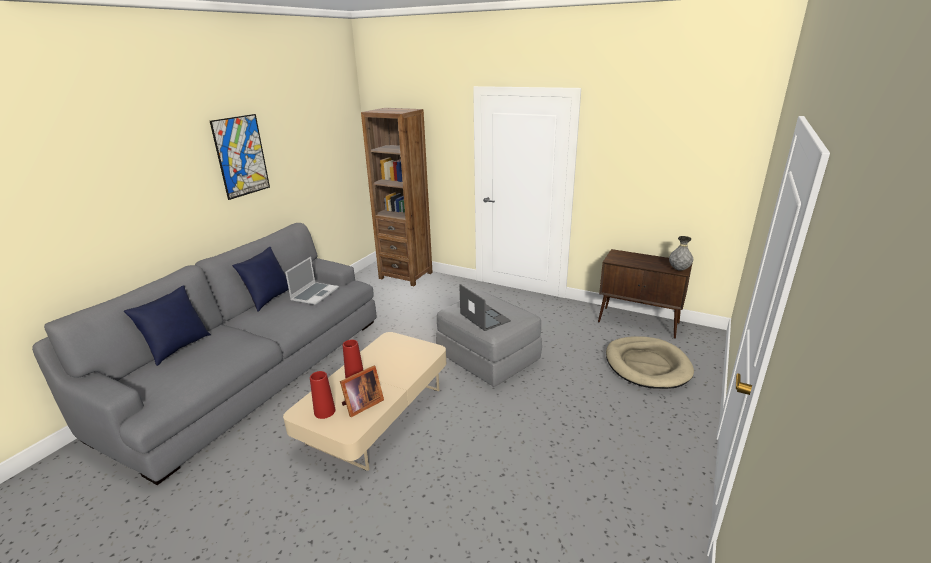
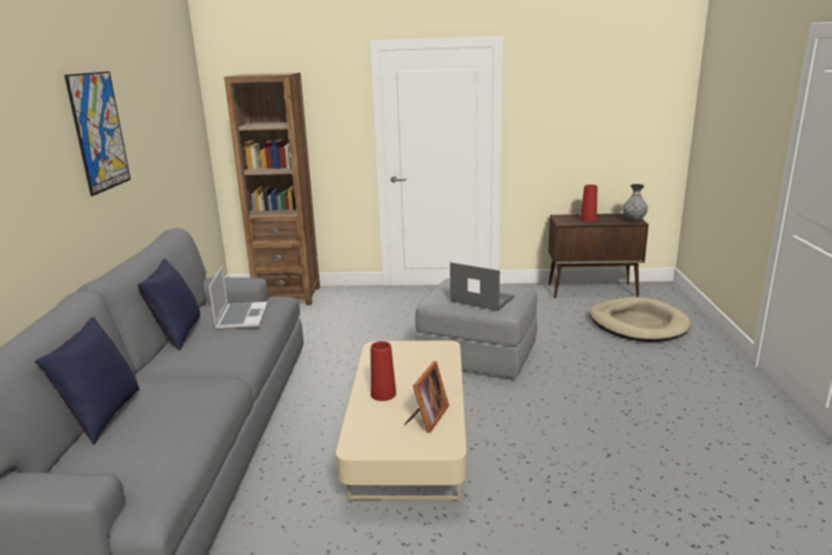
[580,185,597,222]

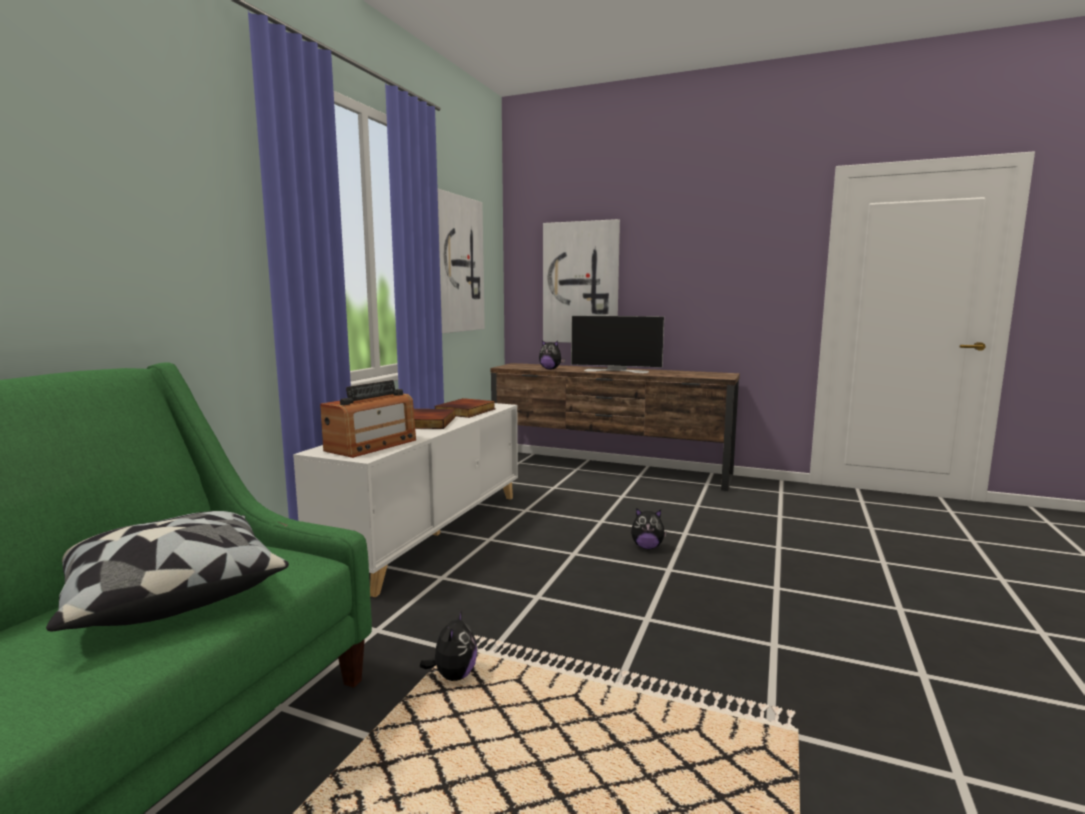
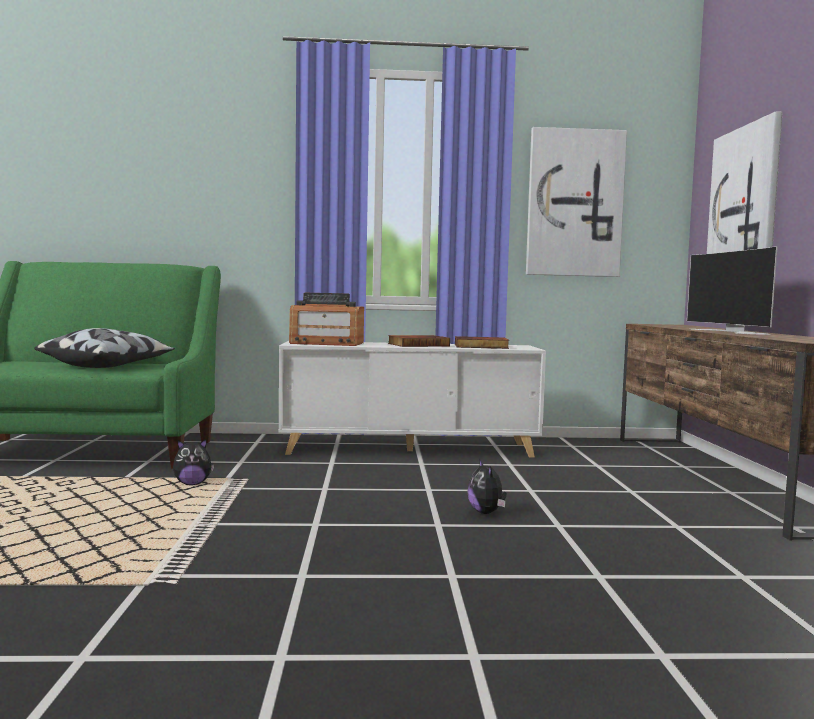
[539,340,565,370] (first image)

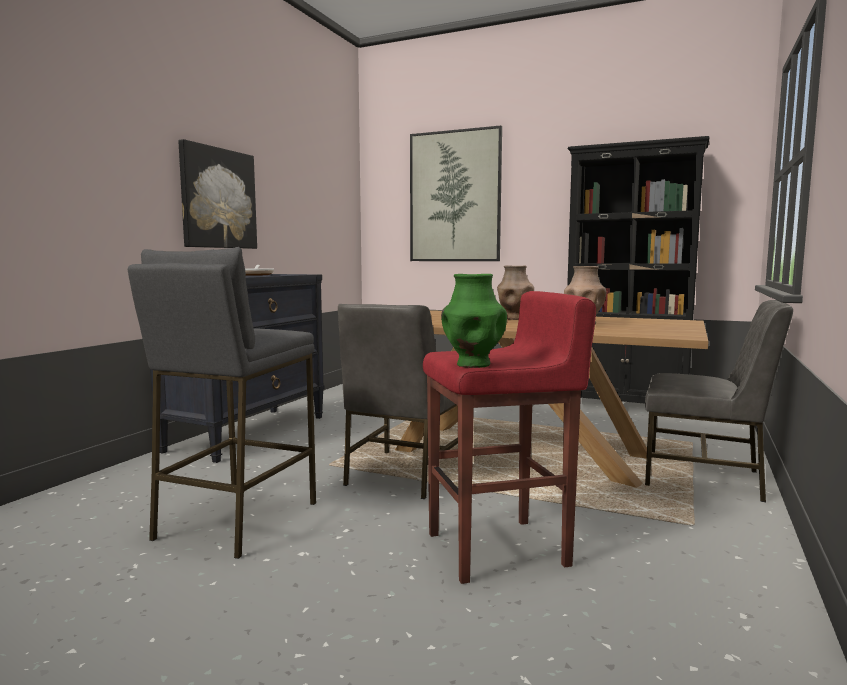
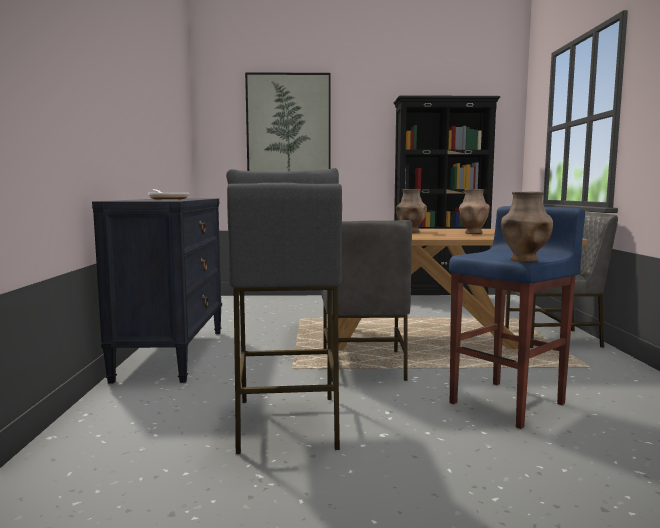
[178,139,257,249] (first image)
[449,206,585,429]
[501,191,553,262]

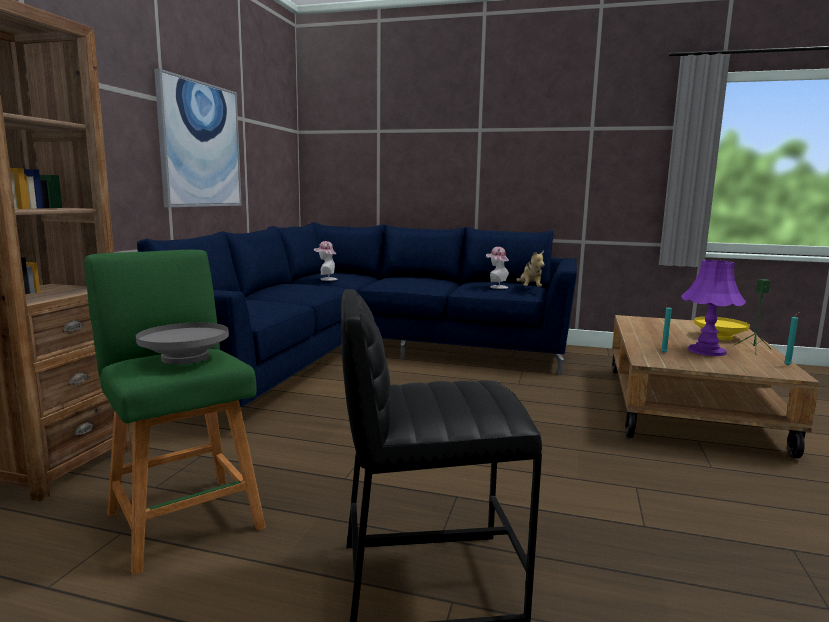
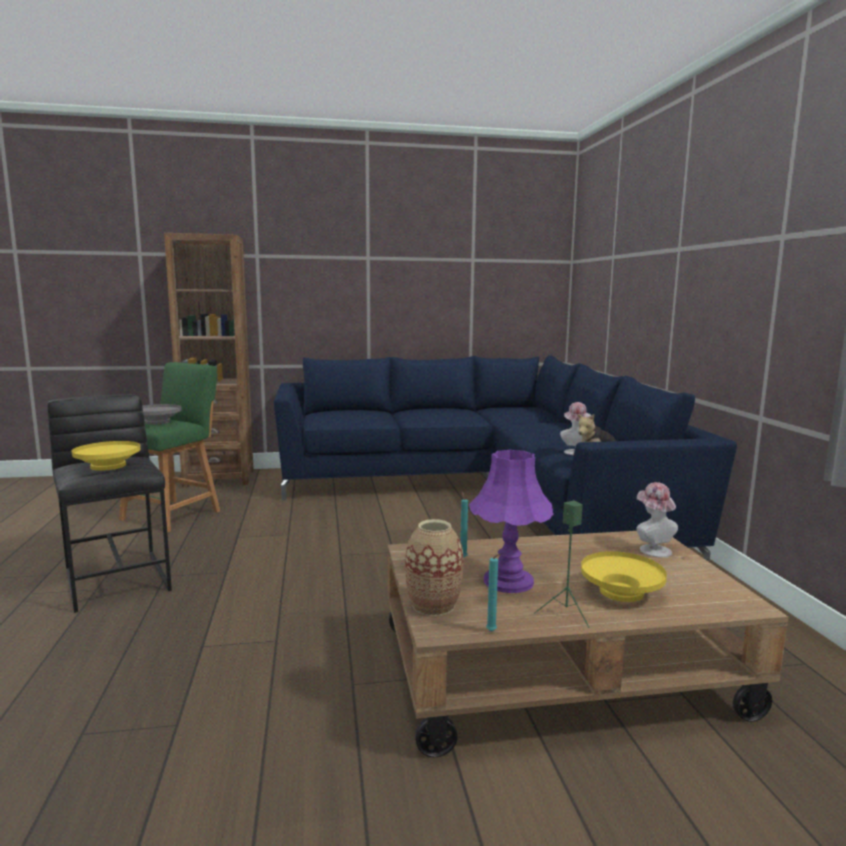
[154,69,242,207] (first image)
[72,441,140,471]
[405,519,463,616]
[636,482,678,558]

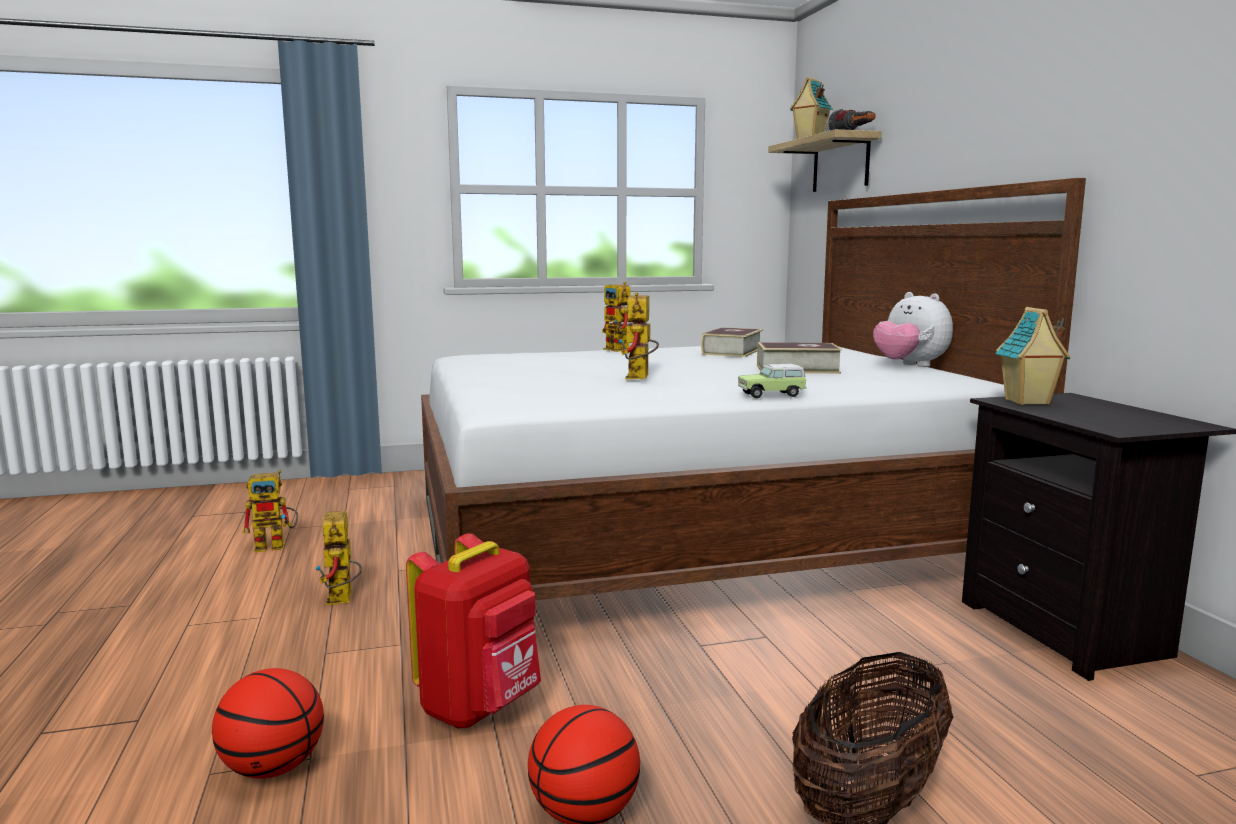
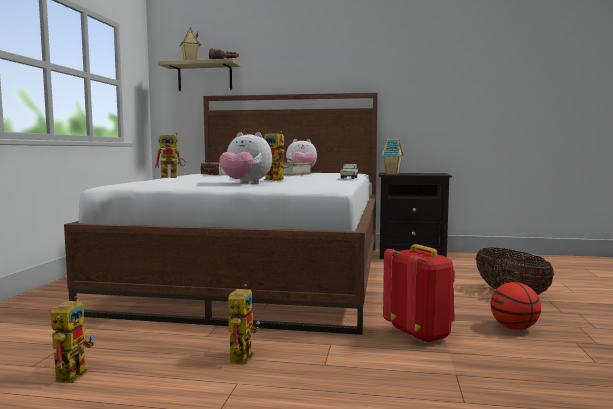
[212,668,324,779] (first image)
[219,132,272,184]
[228,284,260,364]

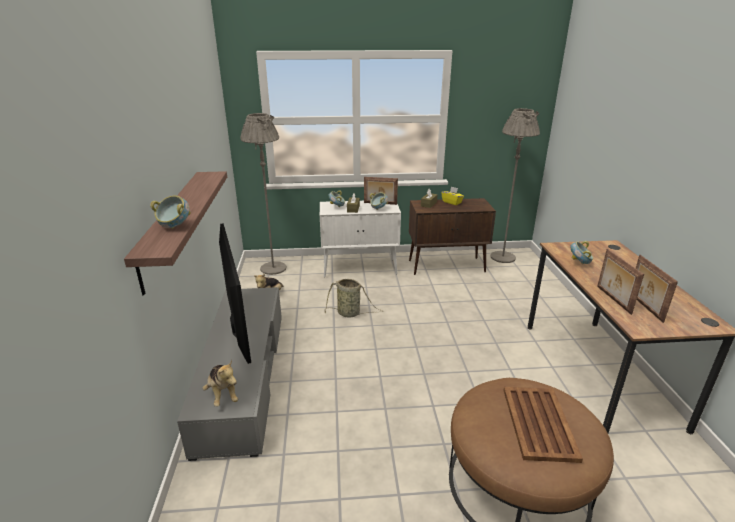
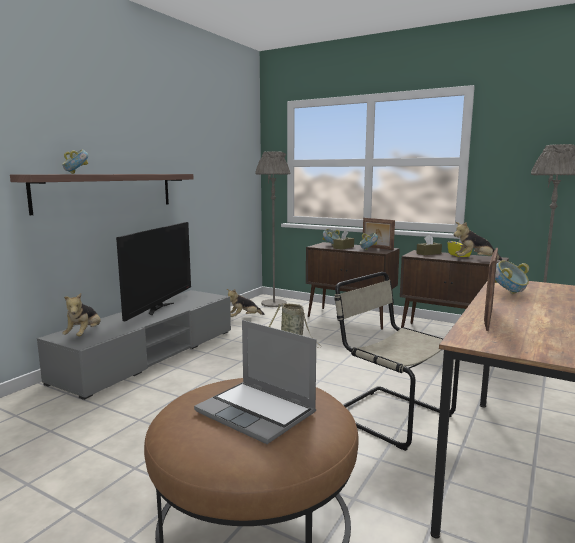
[636,255,678,323] (first image)
[334,272,460,451]
[454,222,502,261]
[194,320,316,444]
[306,242,400,330]

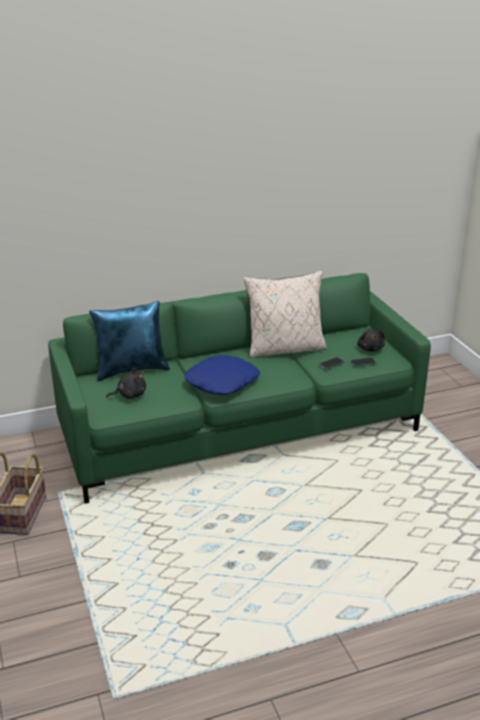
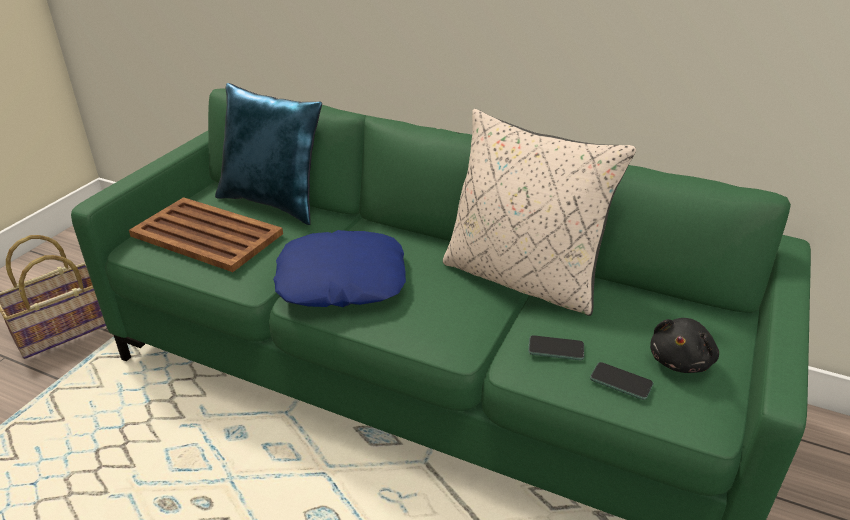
[129,197,283,272]

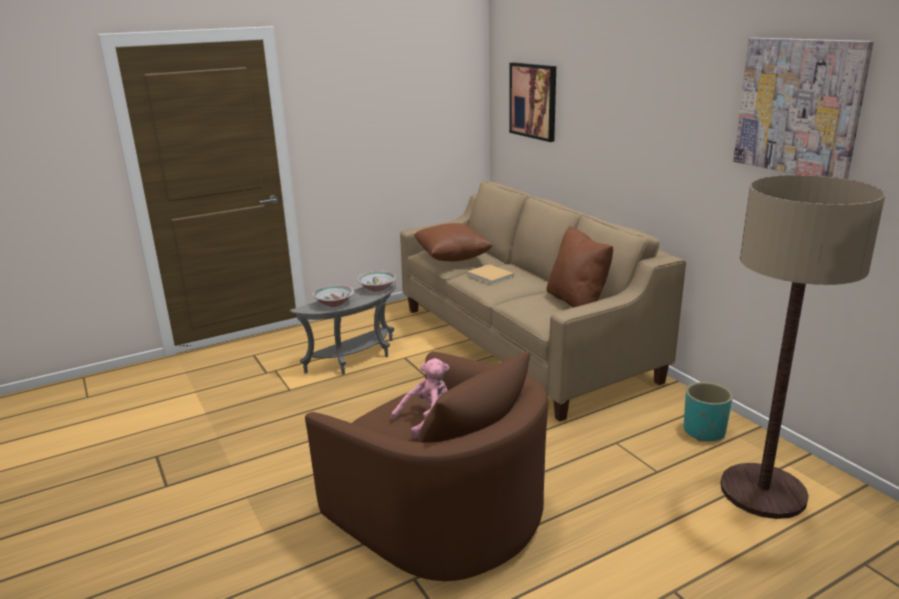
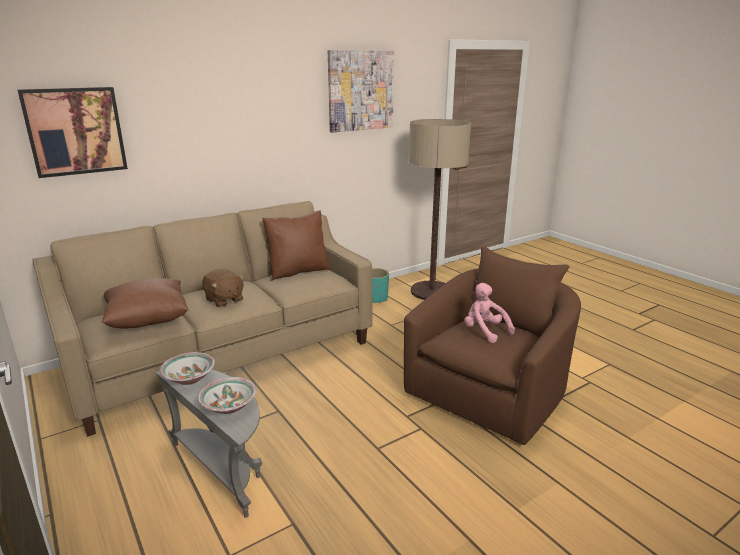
[202,269,244,307]

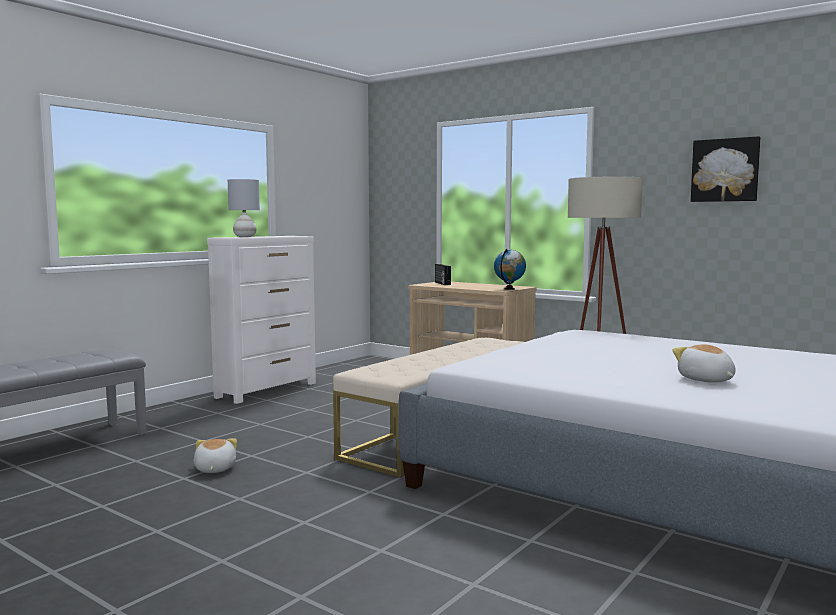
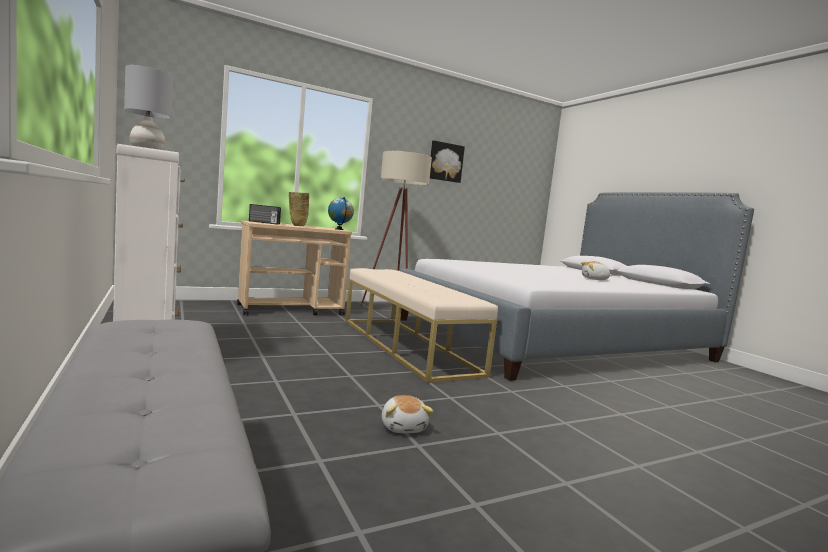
[289,192,309,226]
[382,395,434,433]

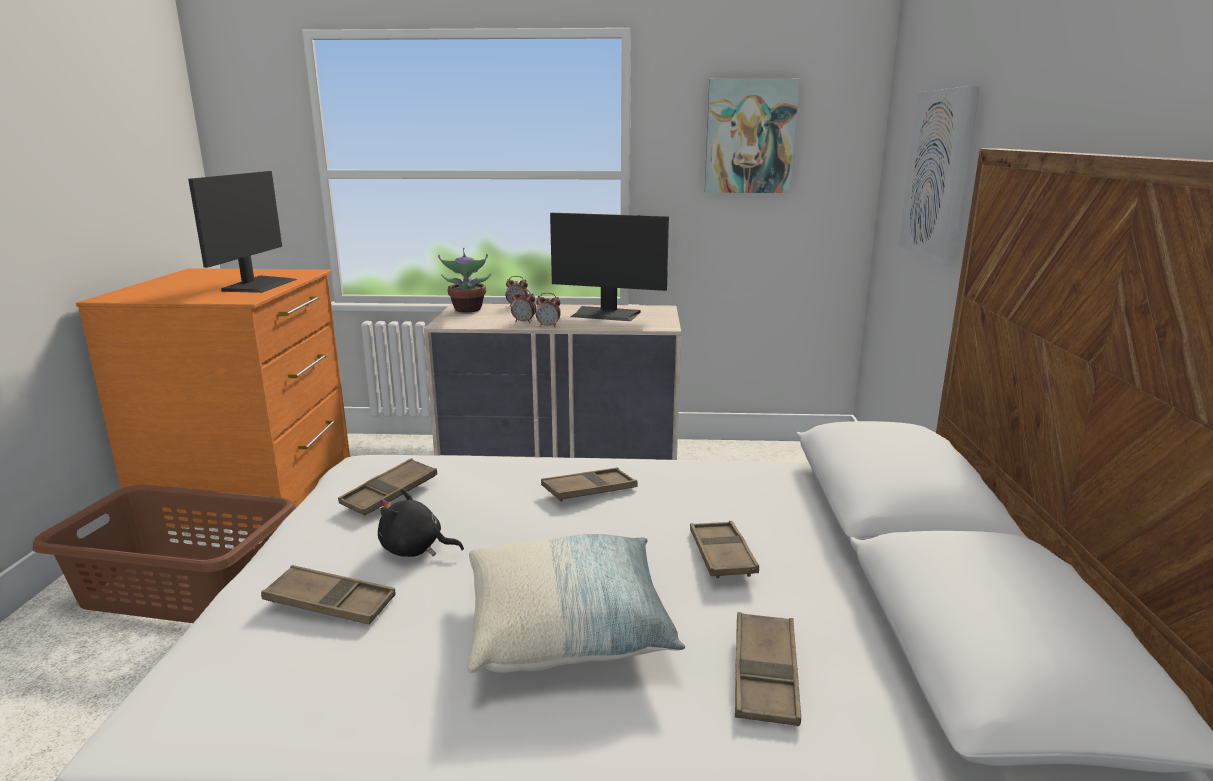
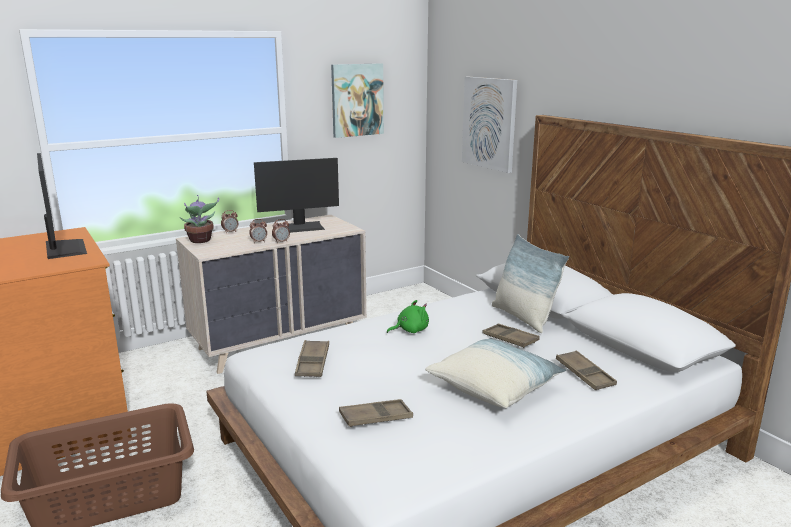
[378,489,464,557] (first image)
[492,234,569,333]
[387,300,429,333]

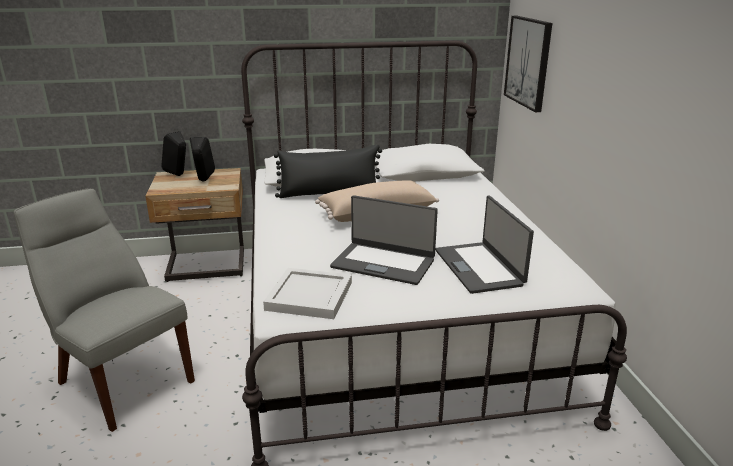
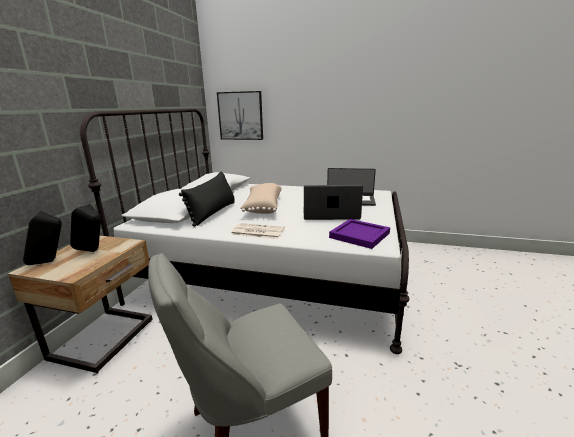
[230,223,285,239]
[329,219,390,249]
[303,185,363,220]

